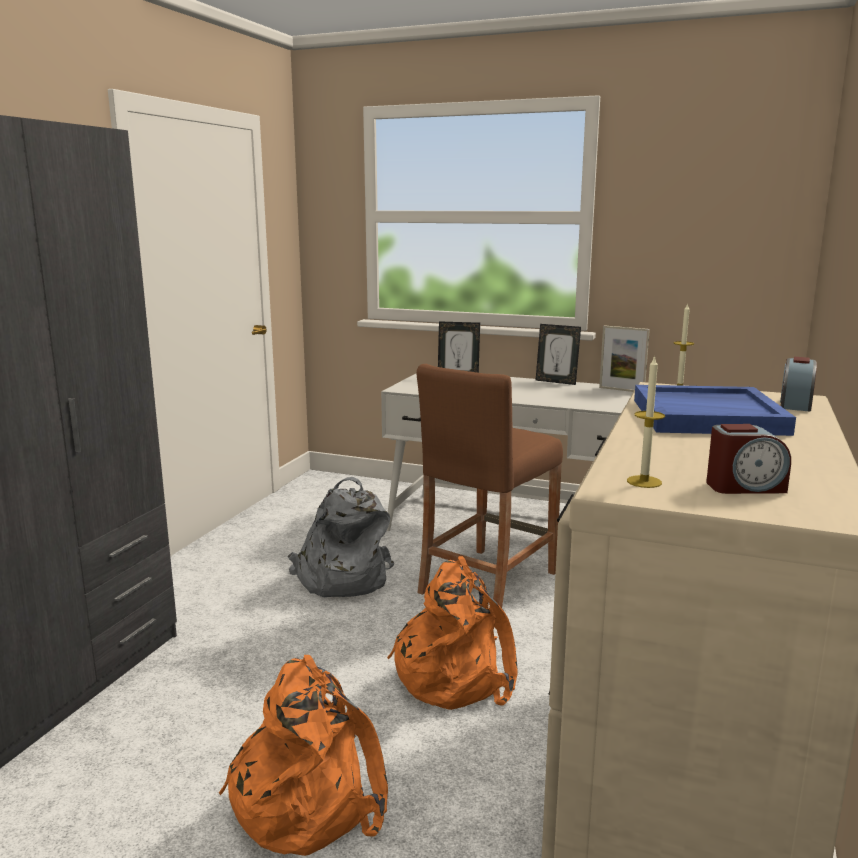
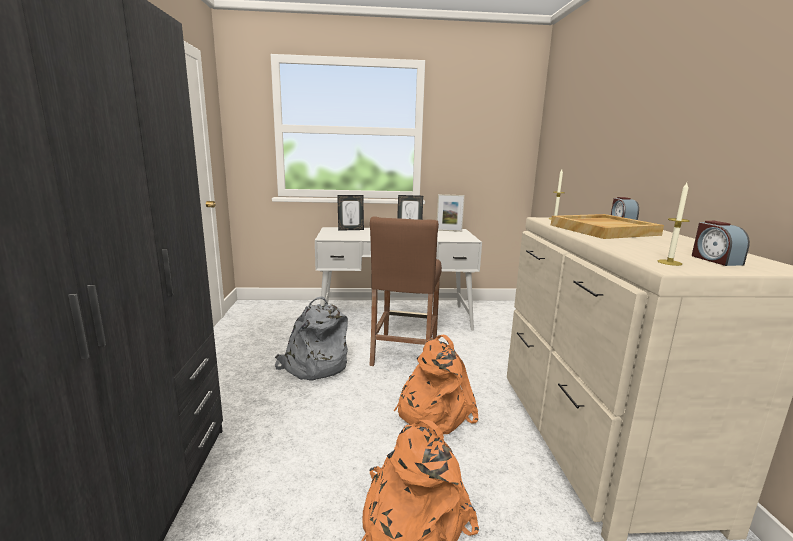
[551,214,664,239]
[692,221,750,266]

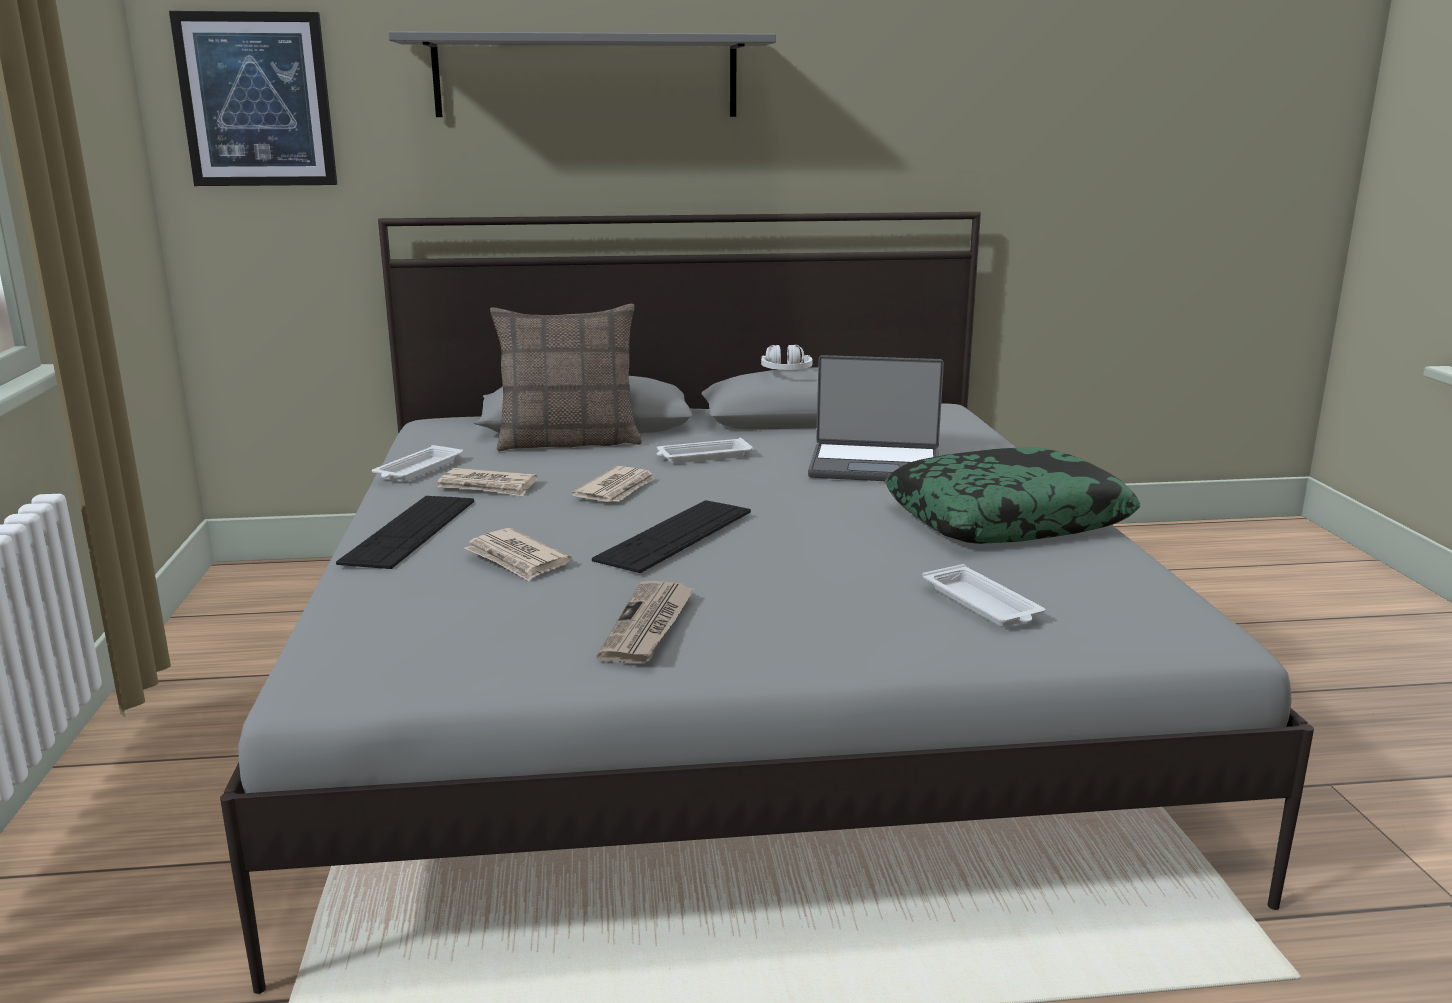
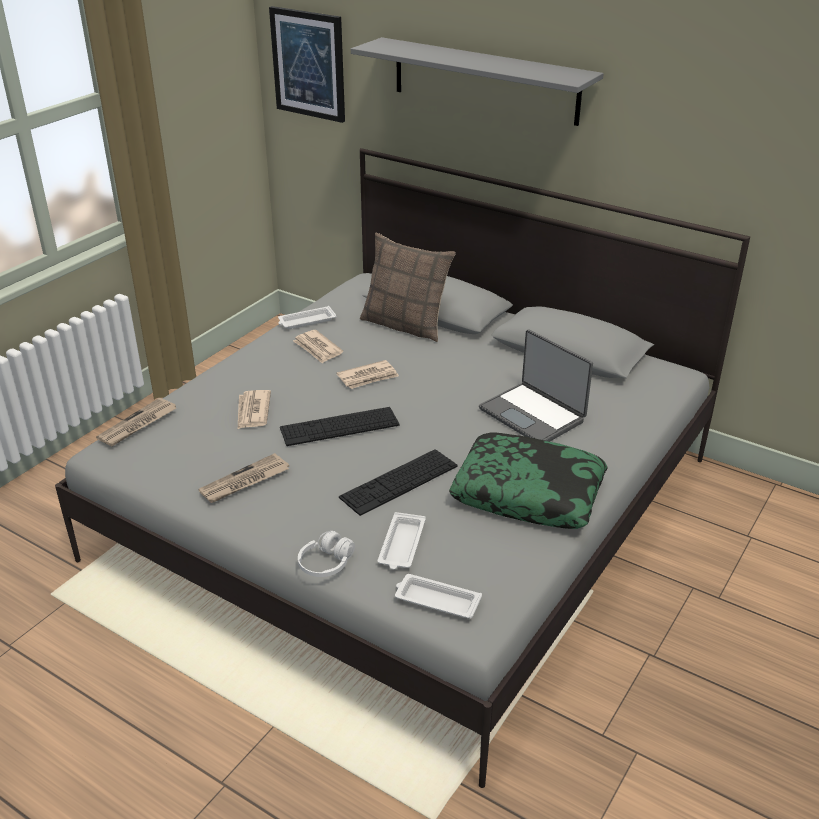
[96,398,176,446]
[339,449,457,516]
[395,574,482,619]
[298,531,355,577]

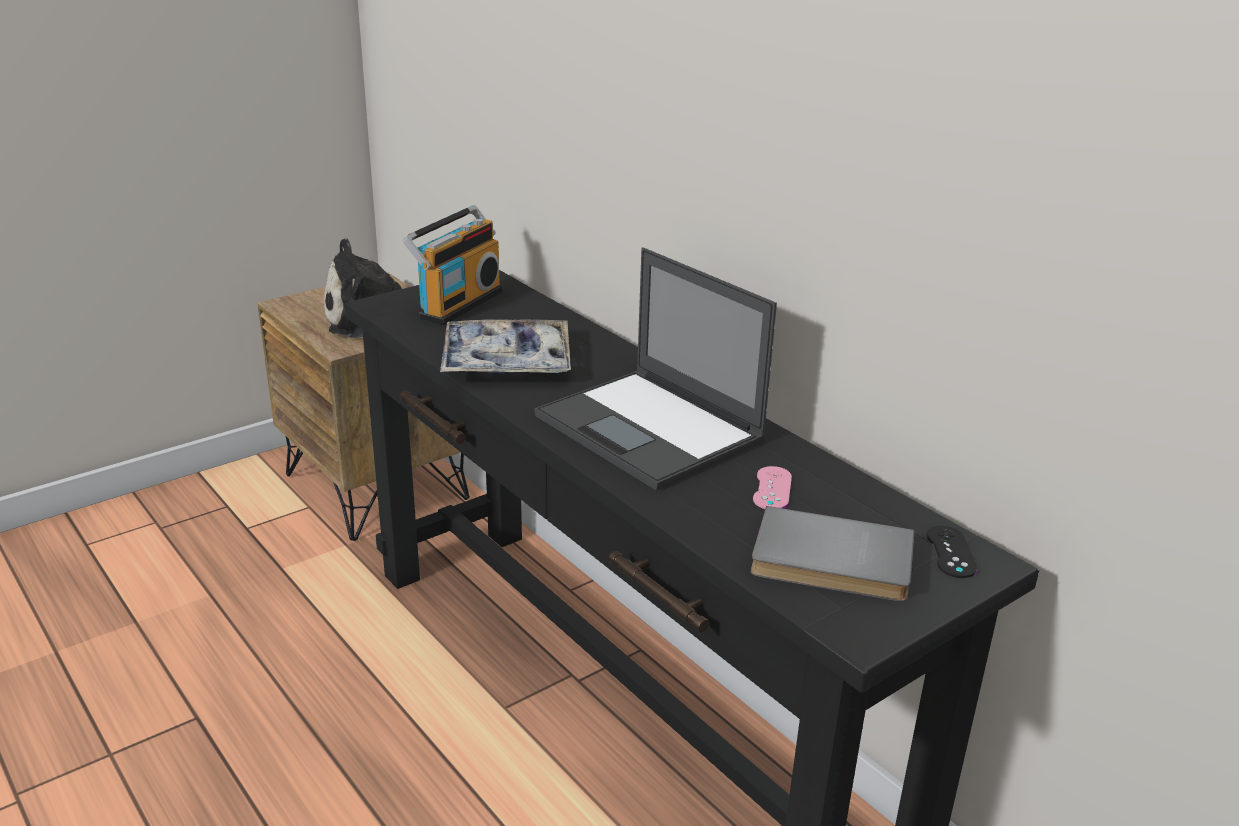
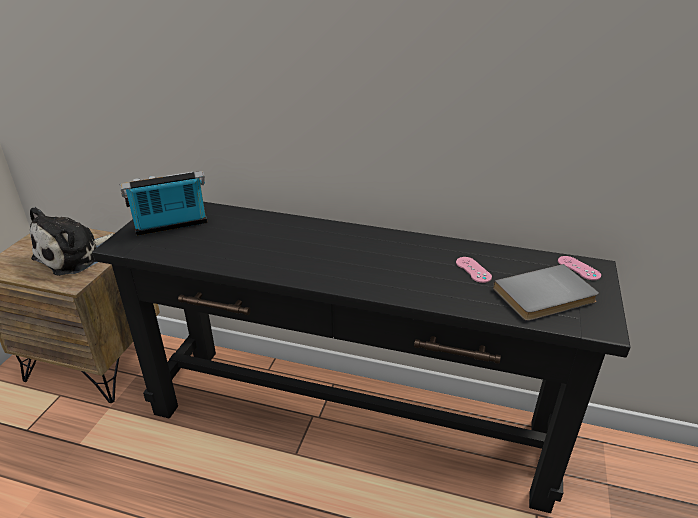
[440,319,571,374] (first image)
[535,248,777,490] (first image)
[558,256,601,280]
[120,171,208,236]

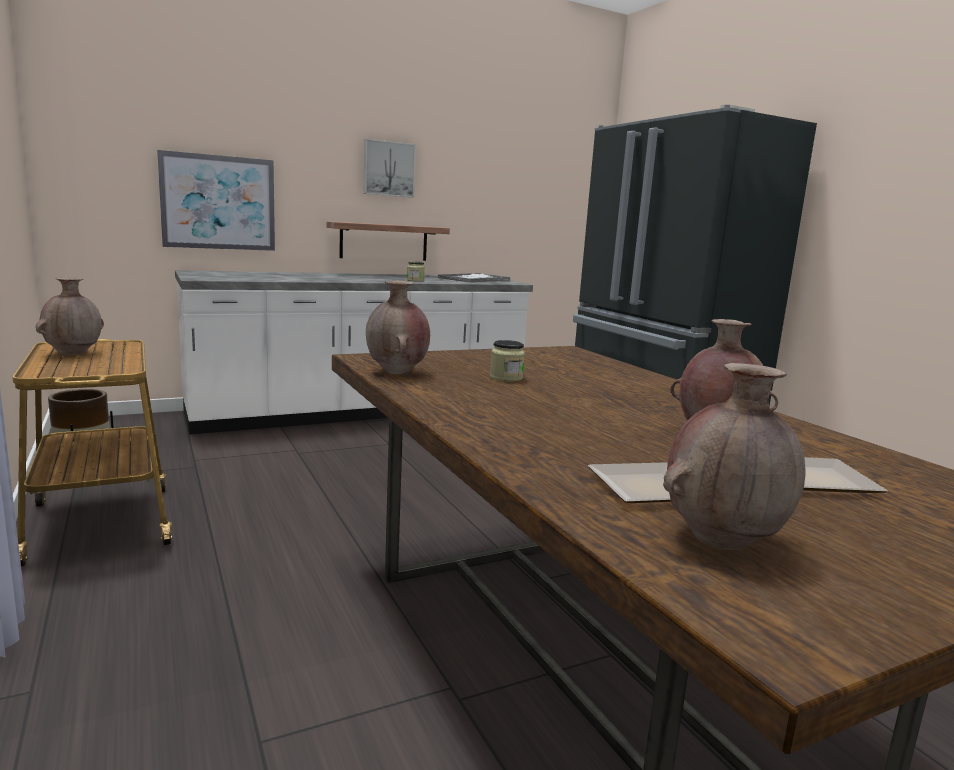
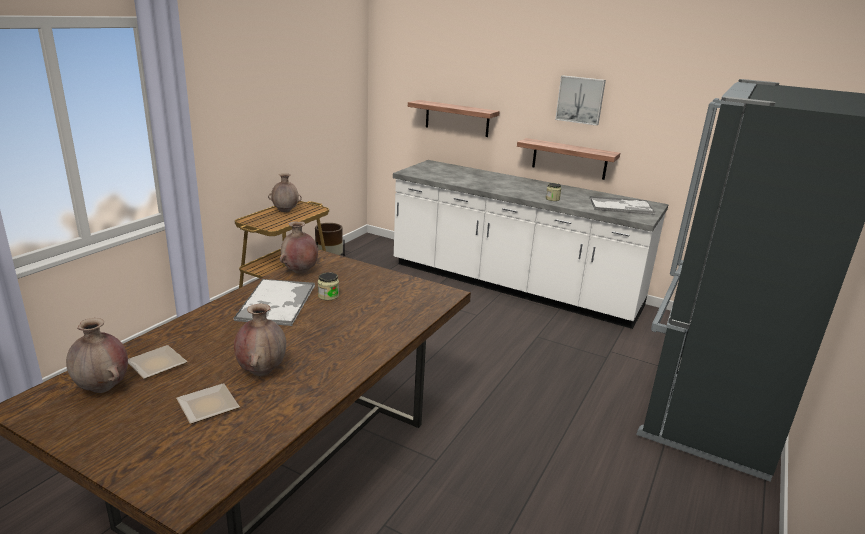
[233,279,315,326]
[408,100,500,137]

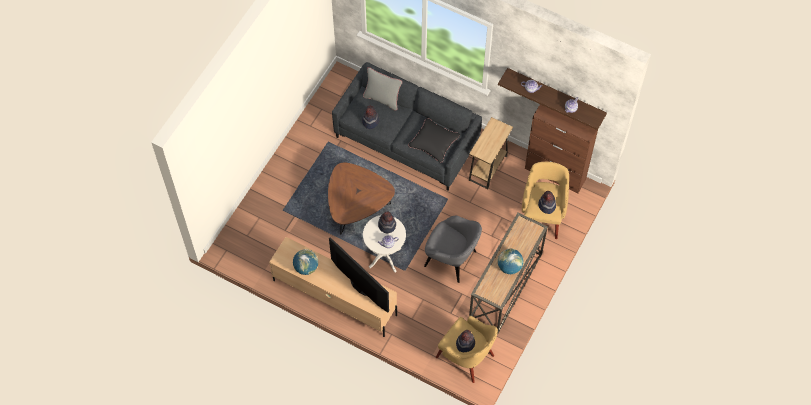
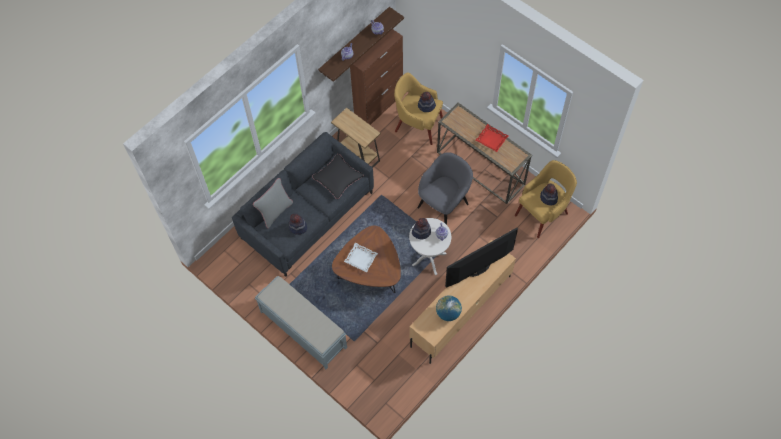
[255,276,347,369]
[344,243,378,273]
[476,124,509,152]

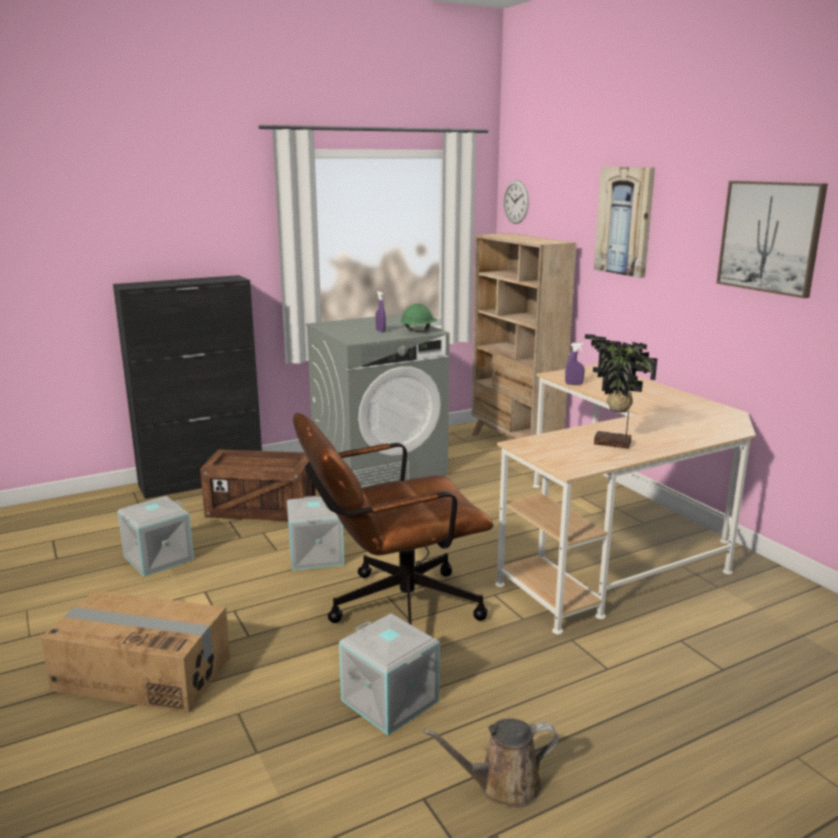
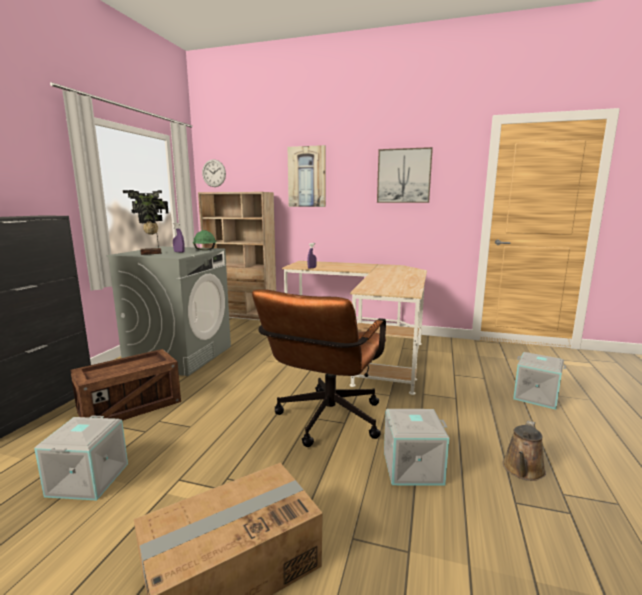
[513,352,566,410]
[123,190,168,255]

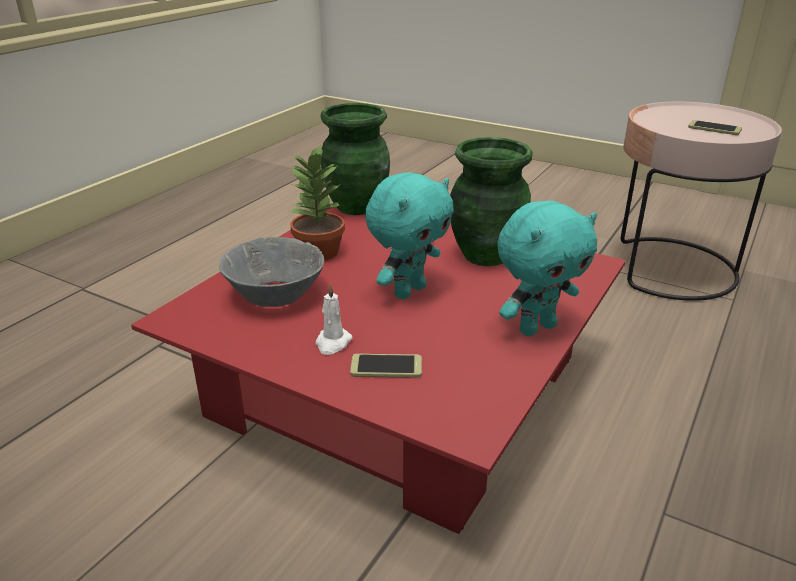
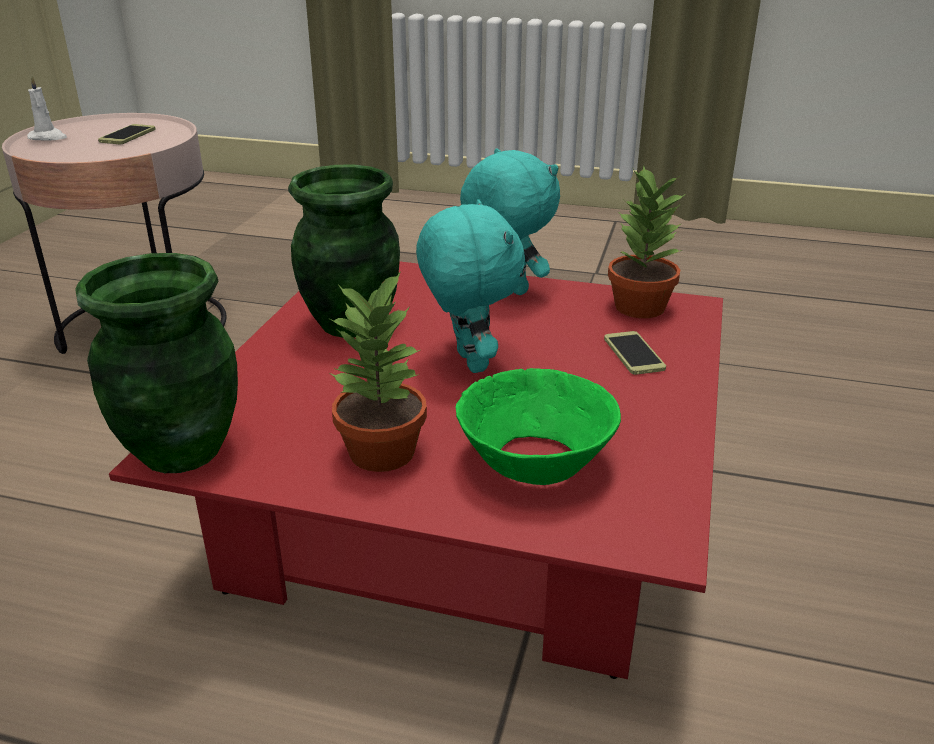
[608,165,686,318]
[27,75,67,141]
[456,368,621,485]
[416,199,525,373]

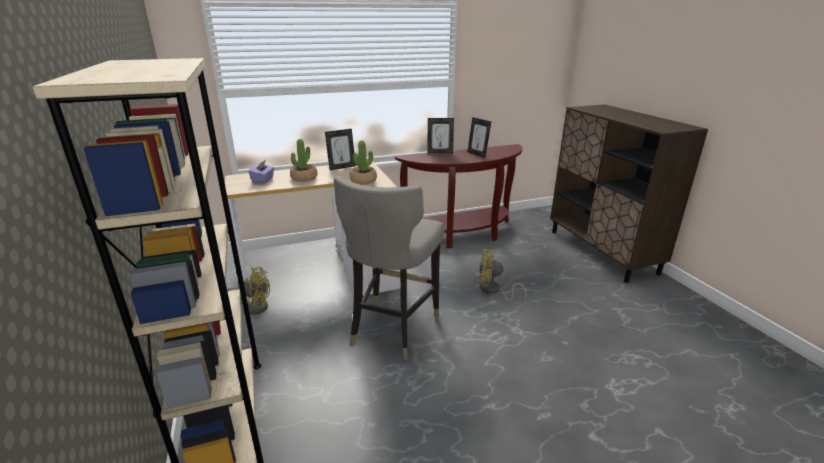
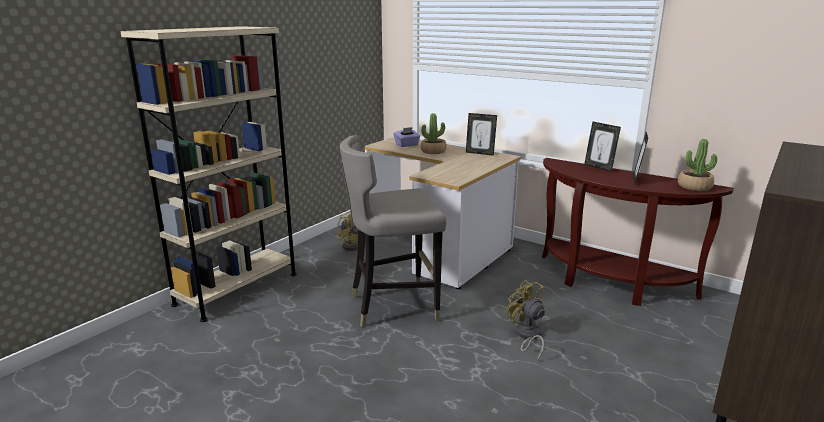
[678,139,717,191]

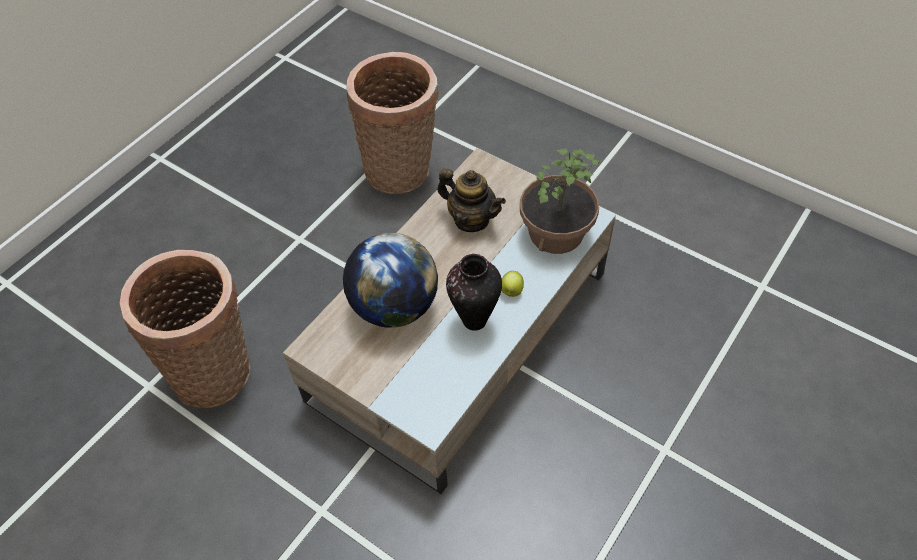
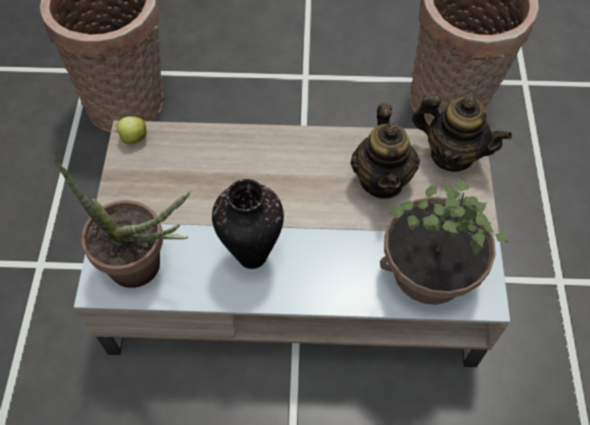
[343,233,438,328] (first image)
[52,155,191,288]
[412,93,512,172]
[114,116,147,145]

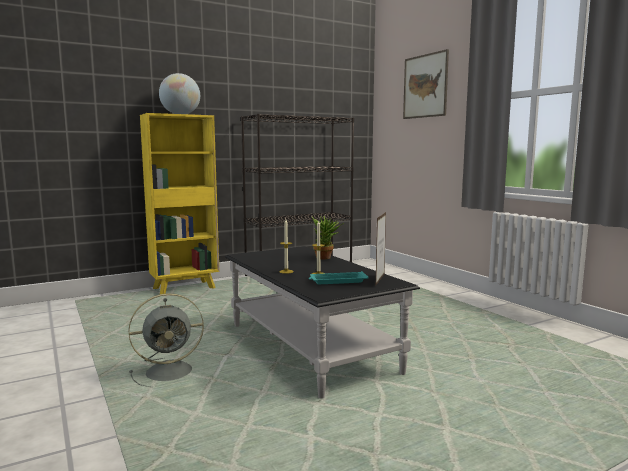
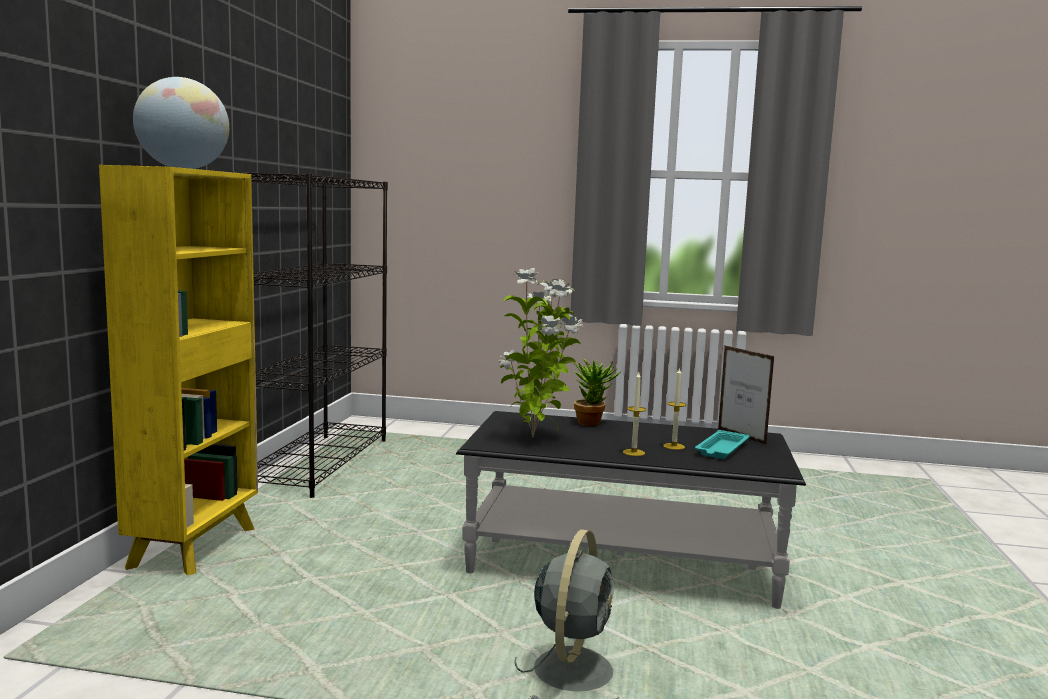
[403,49,449,119] (first image)
[498,268,583,437]

